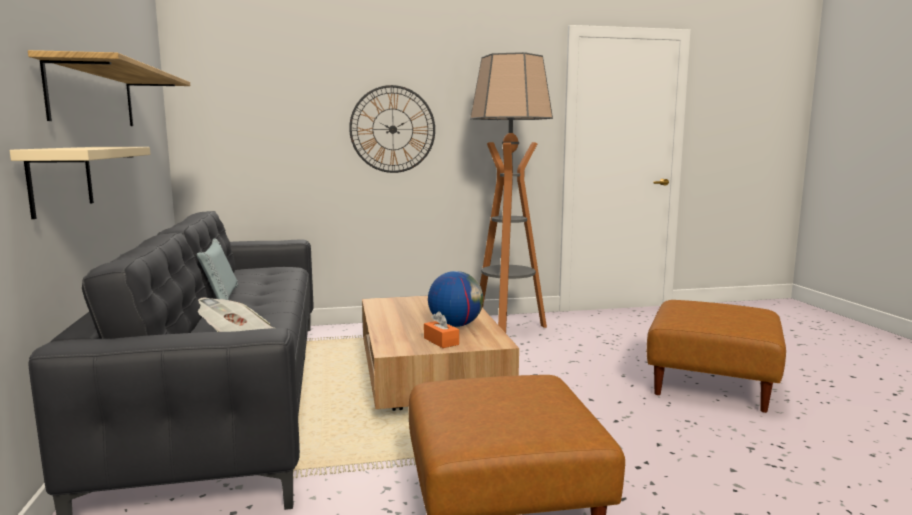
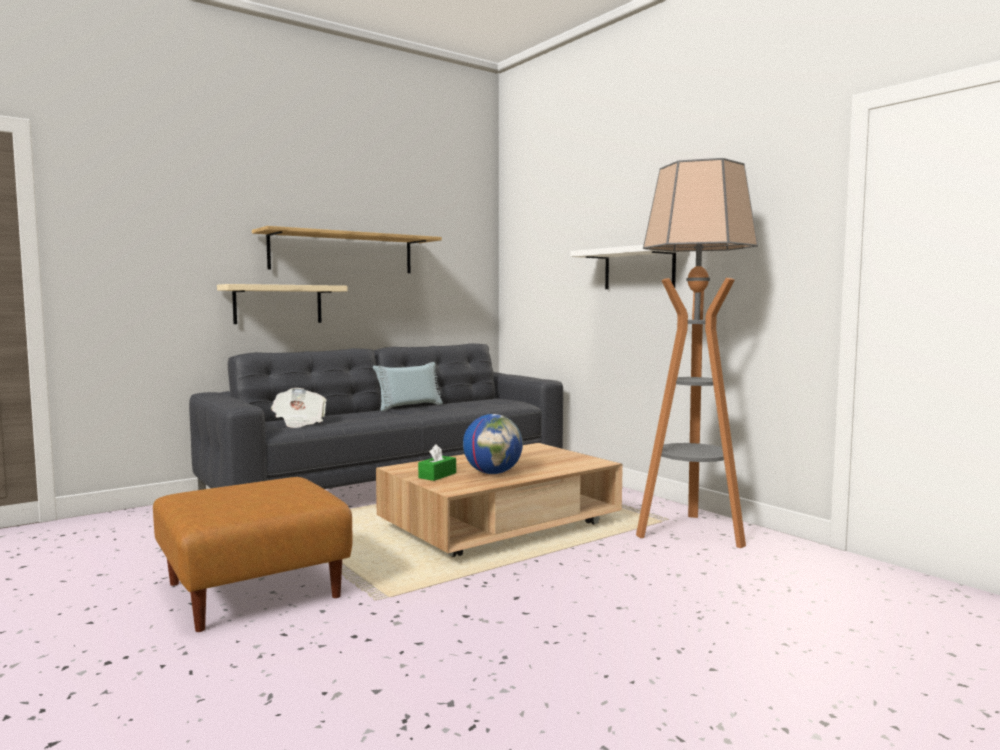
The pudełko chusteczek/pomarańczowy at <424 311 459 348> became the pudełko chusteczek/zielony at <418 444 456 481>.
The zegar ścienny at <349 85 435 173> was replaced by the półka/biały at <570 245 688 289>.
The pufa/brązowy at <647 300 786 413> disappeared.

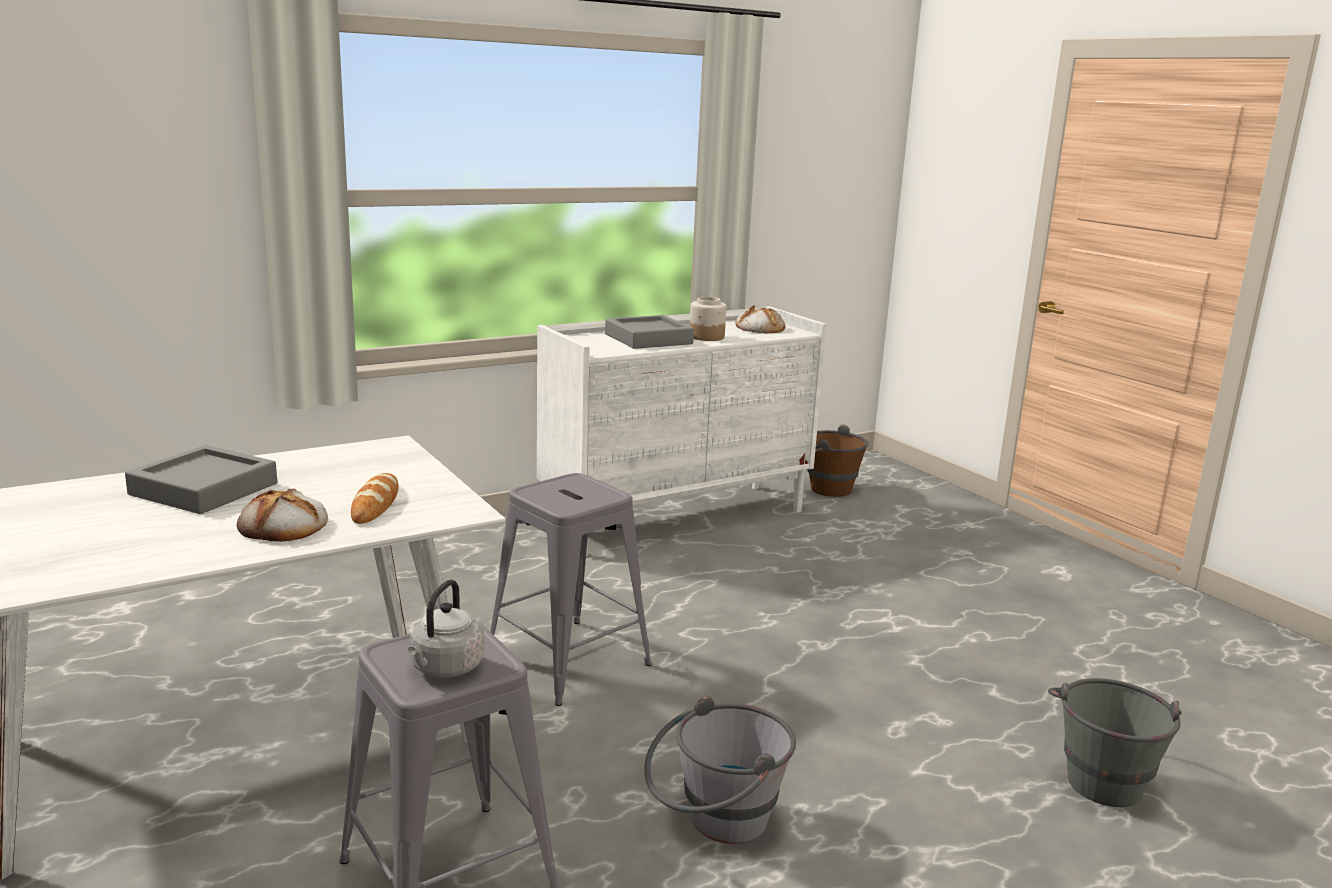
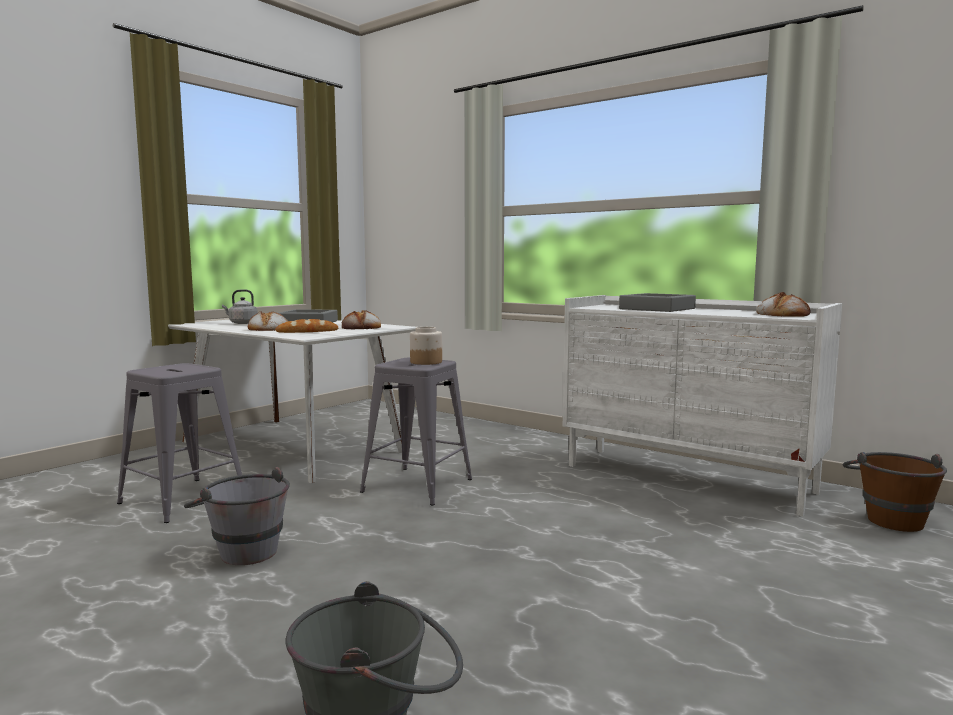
The czajnik/szary moved from <408 579 484 678> to <222 289 258 324>.
The chleb at <342 310 381 329> appeared.
The słoik moved from <690 297 726 341> to <410 327 442 365>.

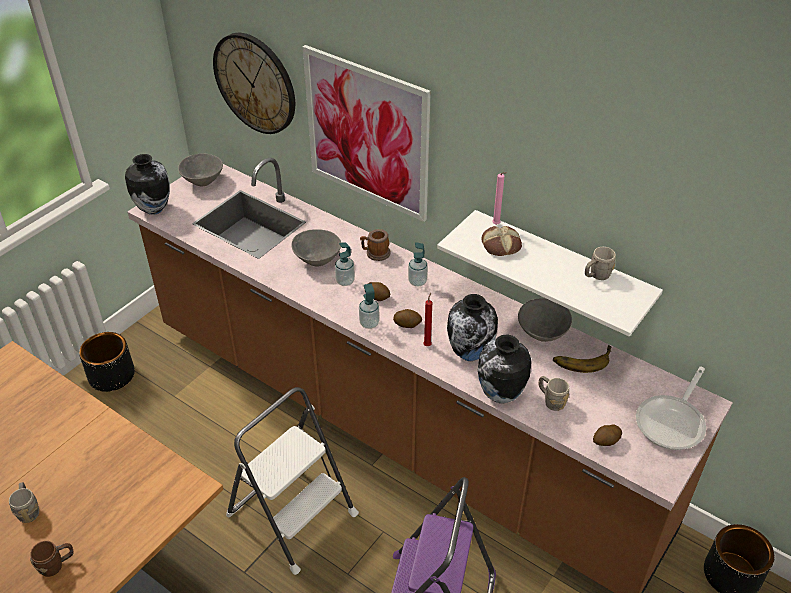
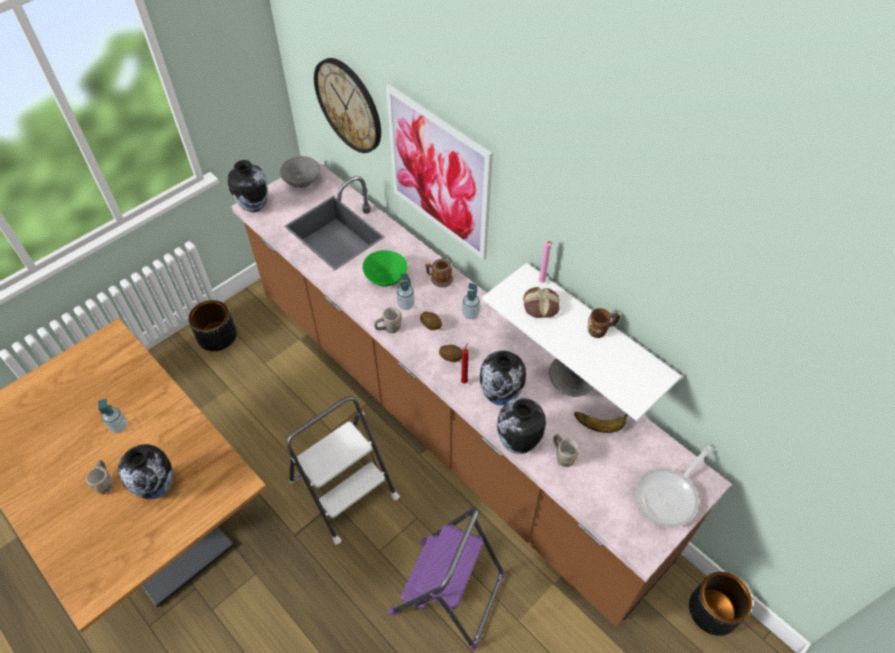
The dozownik mydła moved from <359 283 380 329> to <98 399 127 433>.
The wazon at <118 444 173 499> appeared.
The miska/szary at <291 229 341 266> became the miska/zielony at <363 250 408 287>.
The kubek/szary moved from <585 247 616 280> to <374 307 401 333>.
The kubek/brązowy moved from <30 541 74 577> to <587 308 620 338>.
The ziemniak at <593 424 622 446> disappeared.

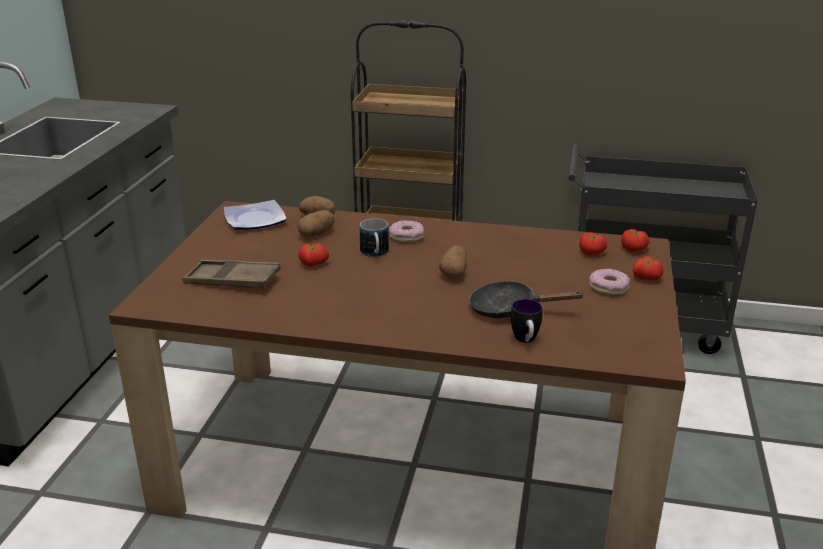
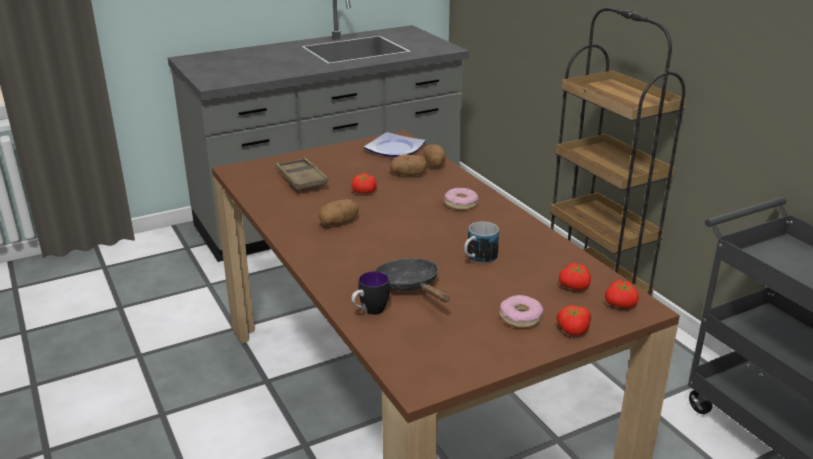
The ziemniak moved from <439 245 467 279> to <319 199 359 225>.
The kubek moved from <360 218 389 257> to <464 222 499 263>.

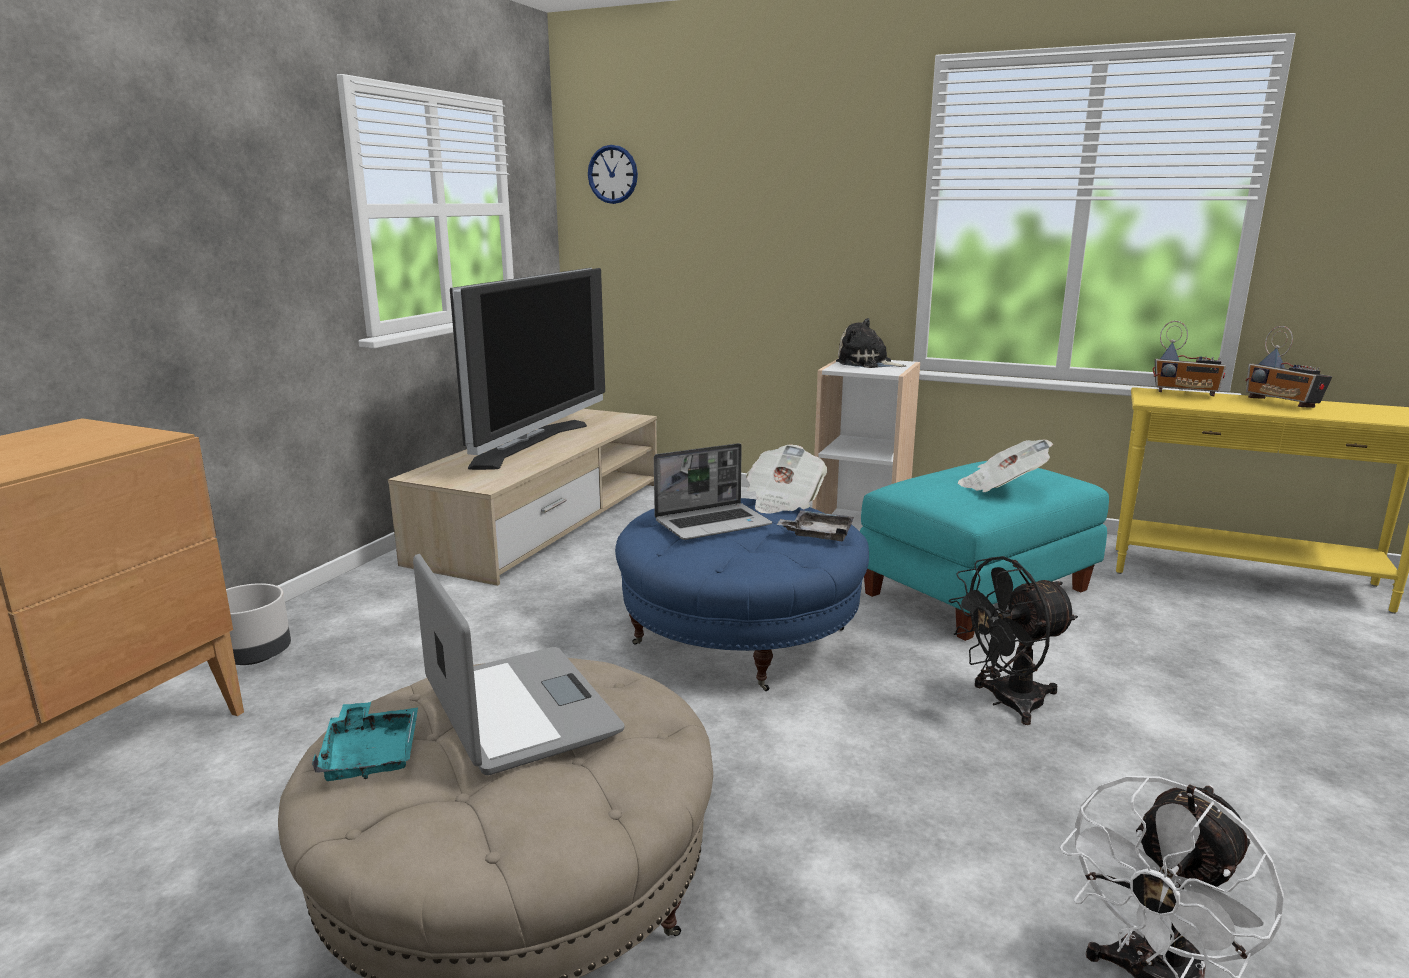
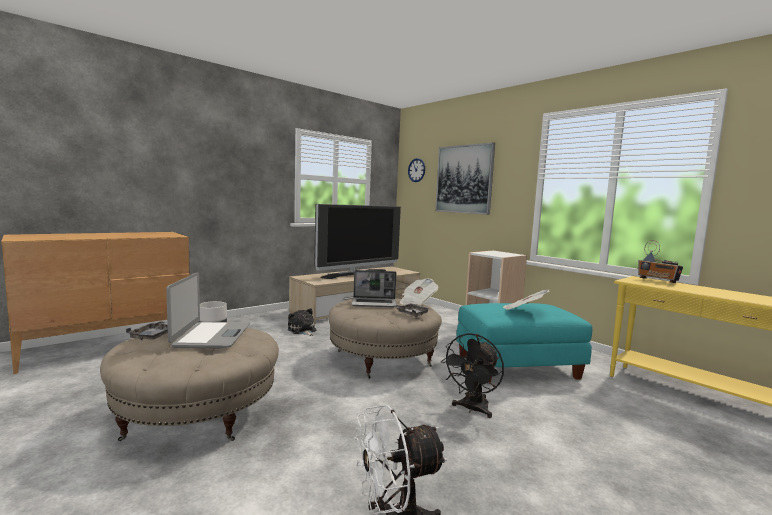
The taca/turkusowy at <312 702 418 781> became the taca/szary at <126 320 168 340>.
The pluszak moved from <836 318 906 368> to <288 308 316 336>.
The pufa/niebieski at <615 498 869 691> became the pufa/beżowy at <329 298 442 379>.
The obraz at <435 142 495 215> appeared.
The wentylator/czarny at <949 556 1078 725> turned 60 degrees counterclockwise.
The radio at <1246 326 1332 408> disappeared.

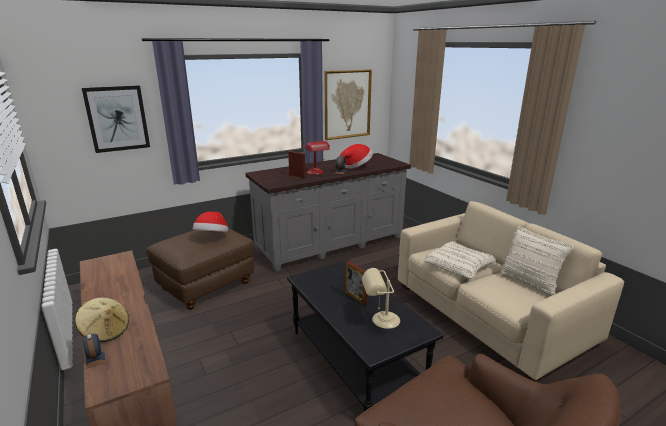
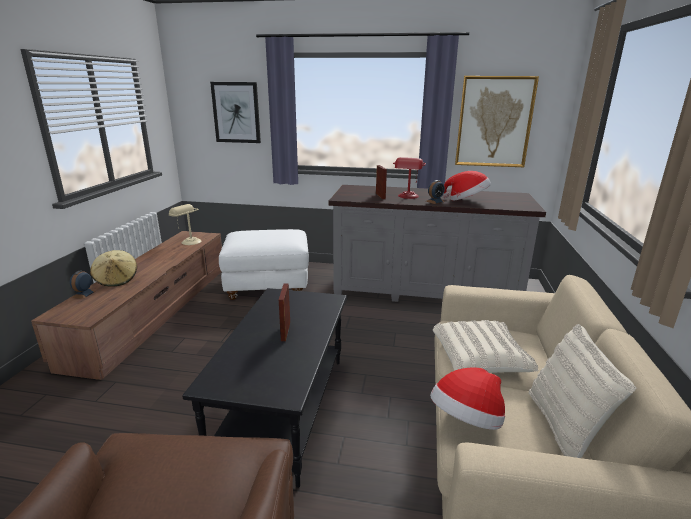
The lampa stołowa/beżowy moved from <362 268 400 329> to <169 204 201 245>.
The pufa/brązowy at <147 228 254 310> became the pufa/biały at <219 229 309 300>.
The kapelusz moved from <193 212 228 232> to <430 368 505 430>.

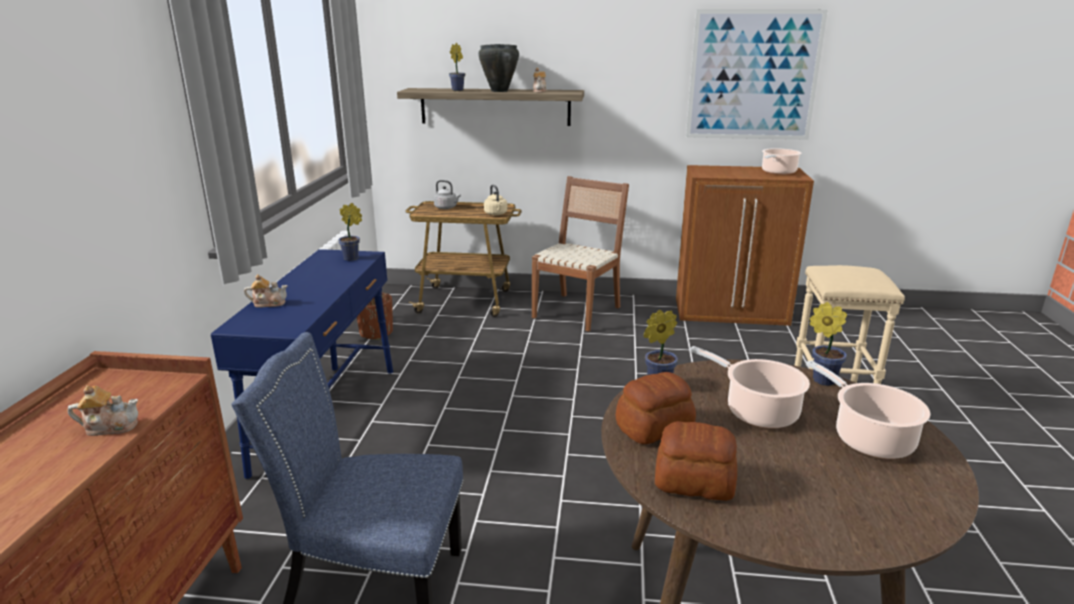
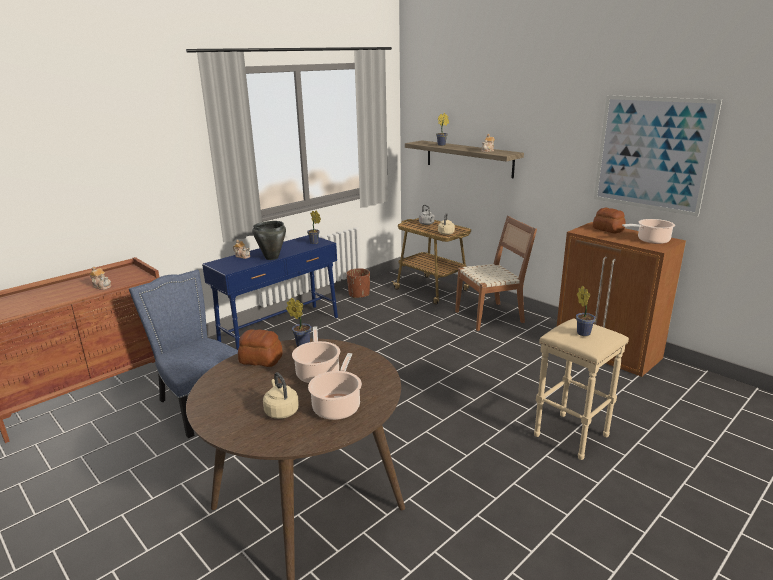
The garnek/czarny moved from <478 44 519 92> to <252 221 286 260>.
The czajnik/beżowy at <263 372 299 419> appeared.
The roślina doniczkowa moved from <810 302 847 386> to <576 286 596 336>.
The chleb moved from <655 421 737 501> to <593 208 626 233>.

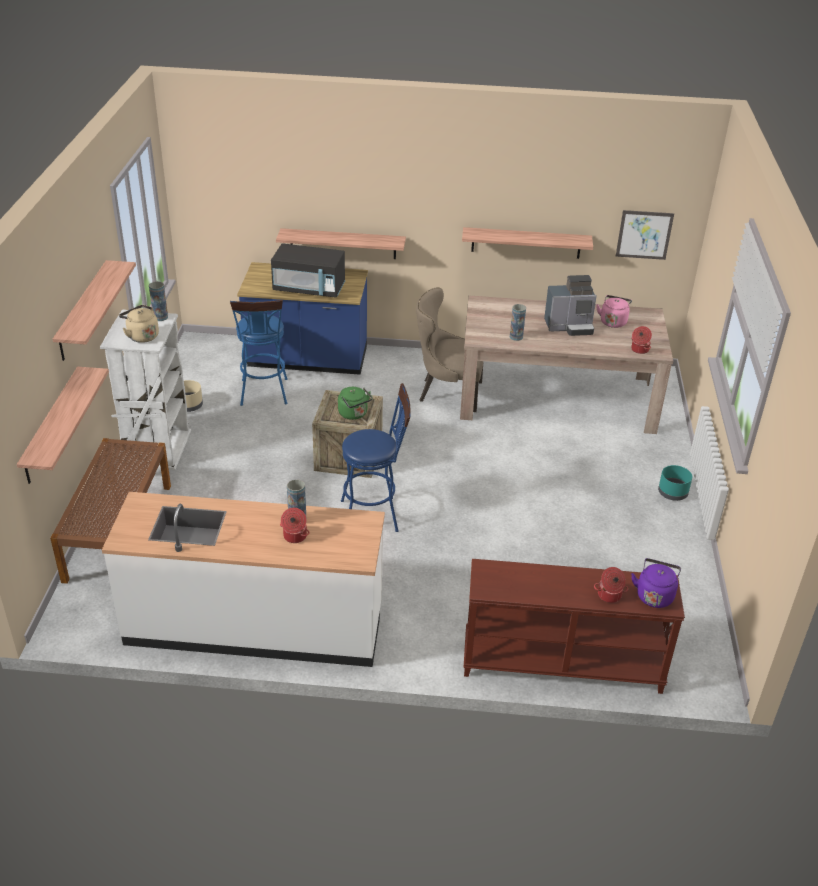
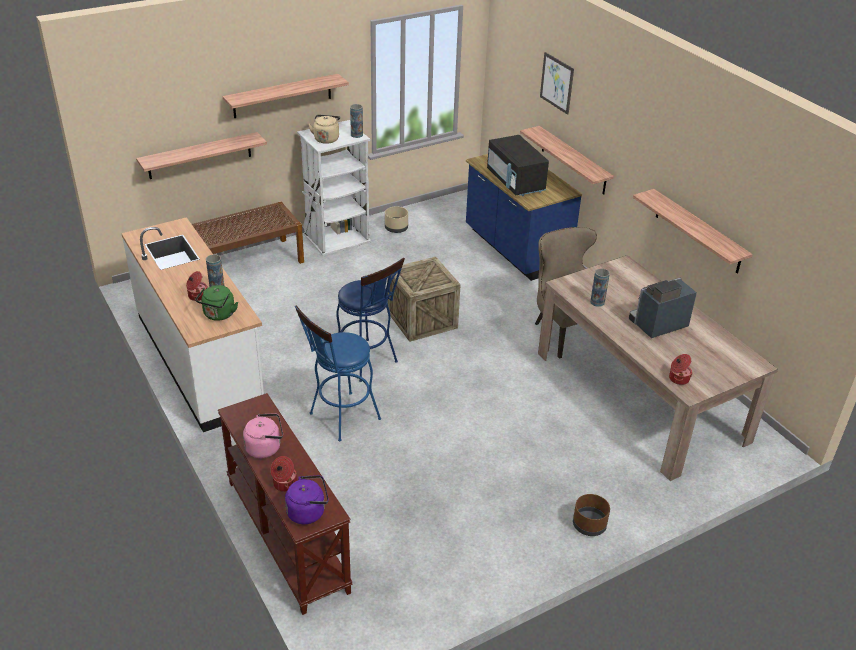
The czajnik/zielony moved from <338 387 373 420> to <195 285 238 321>.
The czajnik/różowy moved from <596 295 632 328> to <243 414 283 458>.
The stołek/niebieski moved from <230 300 288 406> to <295 306 381 441>.
The obraz moved from <616 210 674 260> to <540 52 574 115>.
The donica/turkusowy at <658 465 692 501> became the donica/brązowy at <573 494 610 536>.
The ekspres do kawy at <544 275 597 336> turned 105 degrees clockwise.

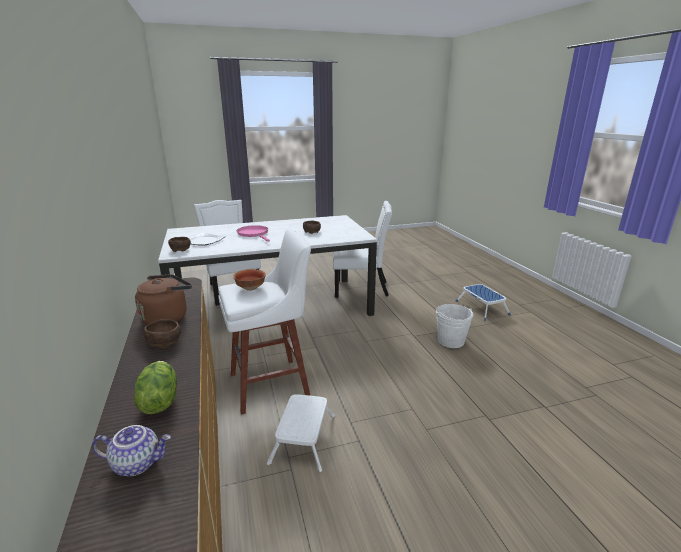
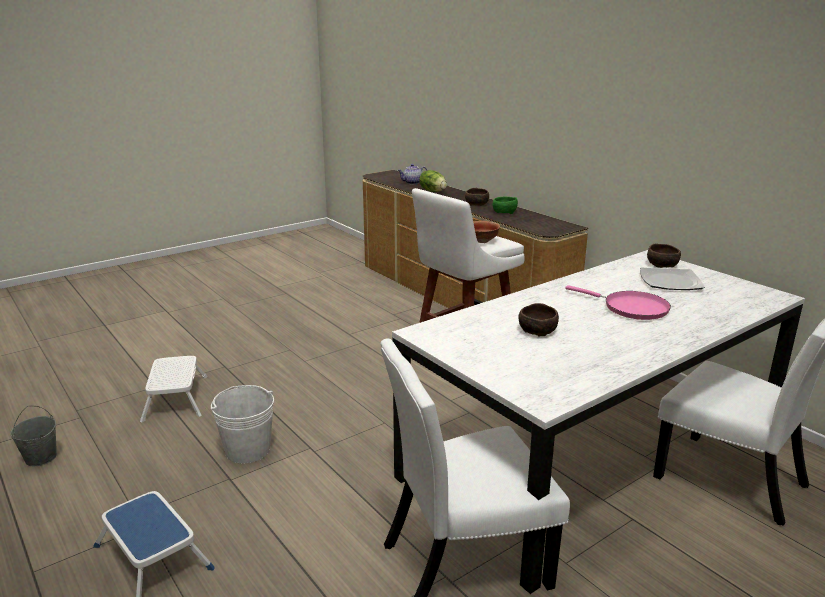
The wiadro/szary at <10 406 57 466> appeared.
The drabinka/biały moved from <267 394 335 472> to <140 356 208 423>.
The czajnik/brązowy at <135 274 192 325> was replaced by the miska/zielony at <492 196 518 214>.

